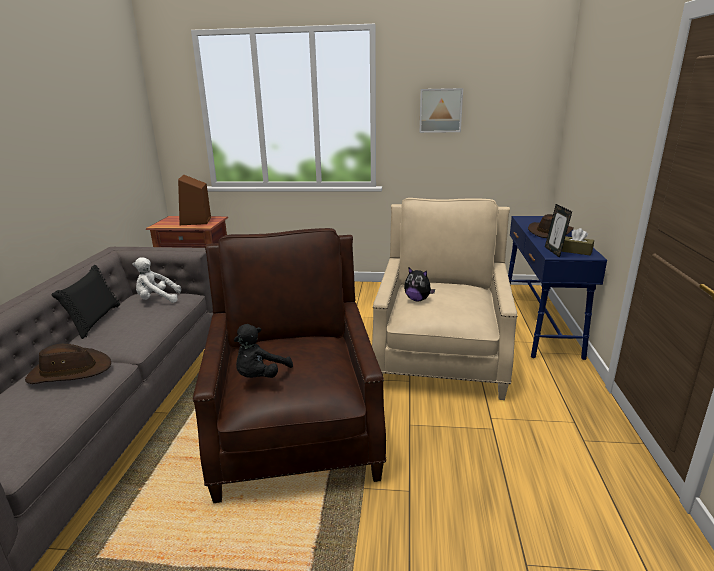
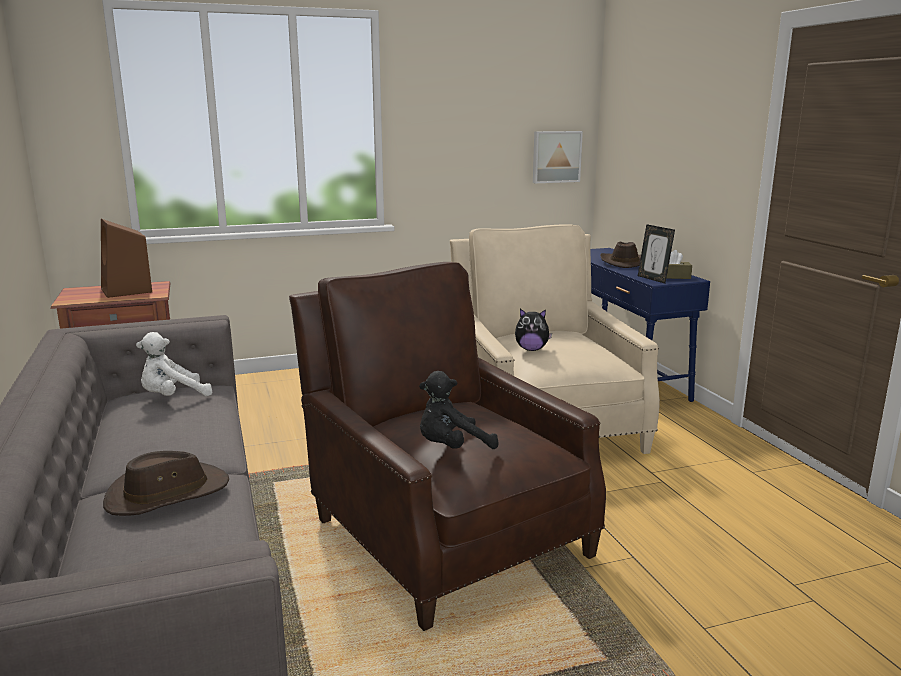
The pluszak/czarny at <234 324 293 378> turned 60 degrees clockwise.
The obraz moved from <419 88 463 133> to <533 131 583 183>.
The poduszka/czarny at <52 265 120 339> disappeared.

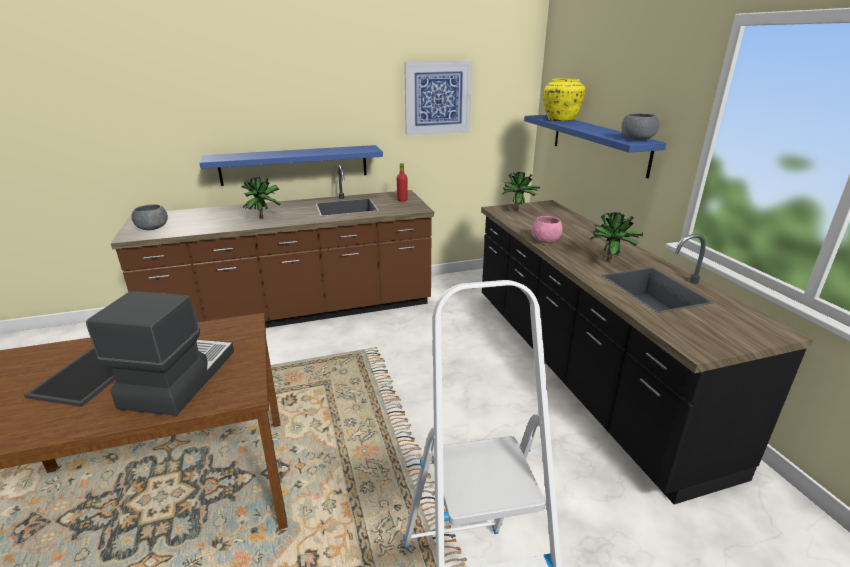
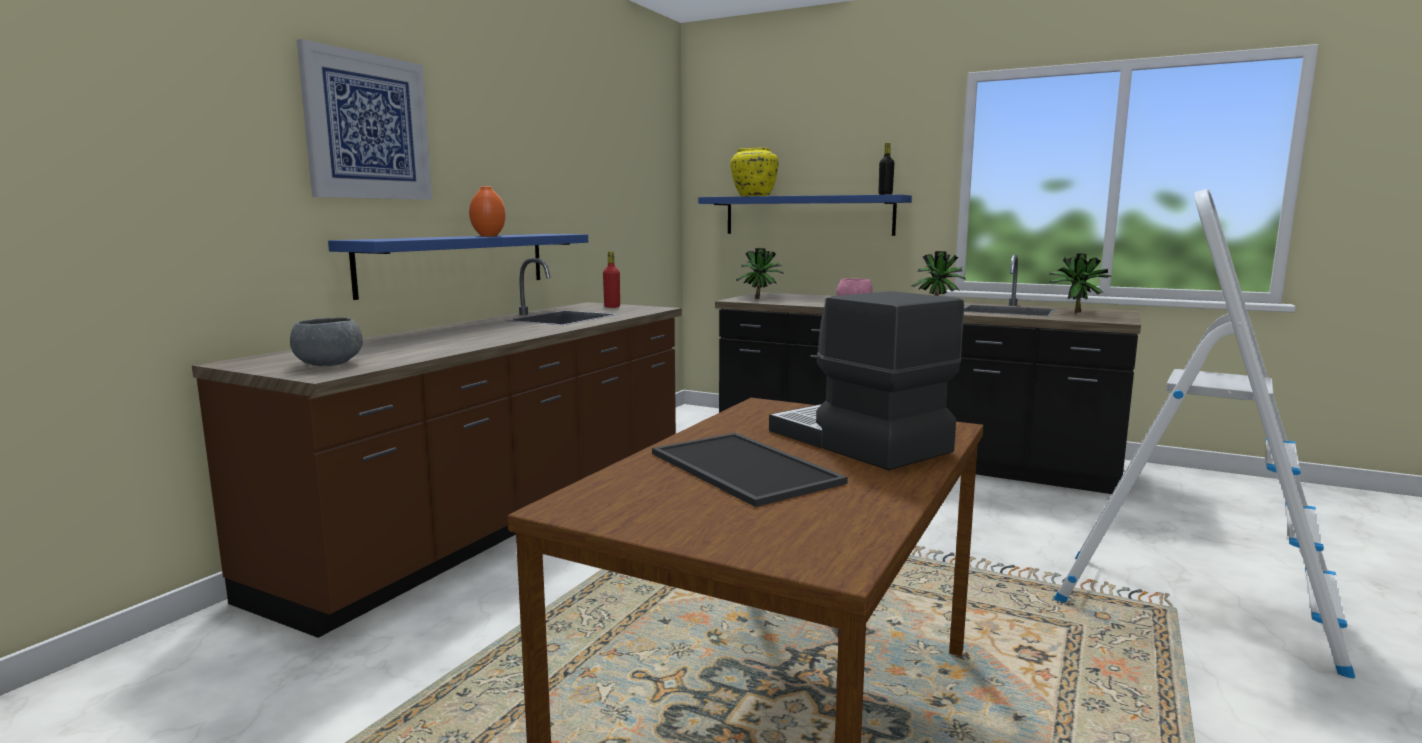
The obraz moved from <404 61 472 136> to <297 39 432 200>.
The wazon/pomarańczowy at <469 186 506 236> appeared.
The miska/szary at <621 113 660 140> was replaced by the butelka/czarny at <878 143 894 195>.
The roślina doniczkowa moved from <241 177 281 219> to <1049 254 1111 313>.

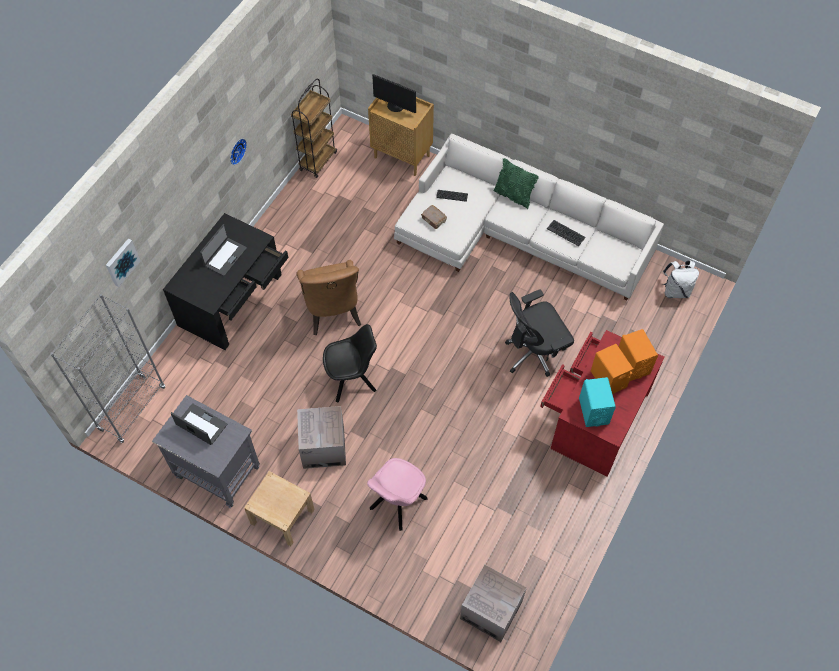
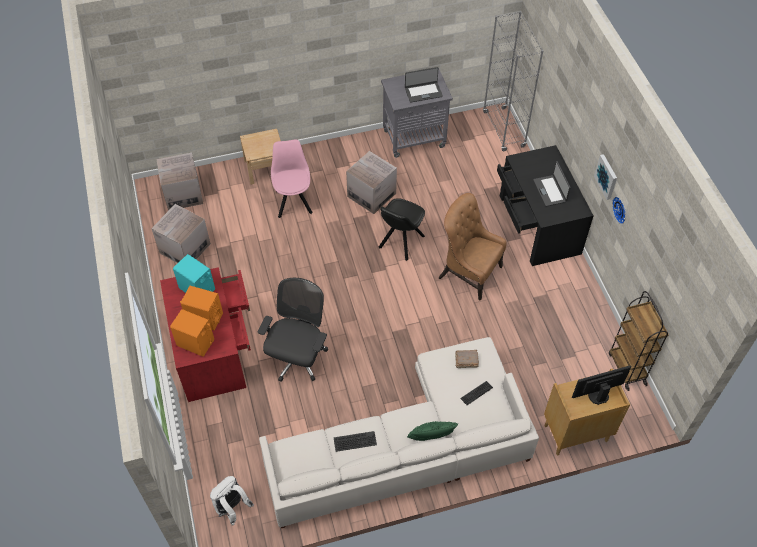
The karton at <151 204 211 263> appeared.
The szafka nocna/beżowy moved from <244 471 315 546> to <240 129 281 184>.
The obraz moved from <106 238 140 287> to <594 154 617 200>.

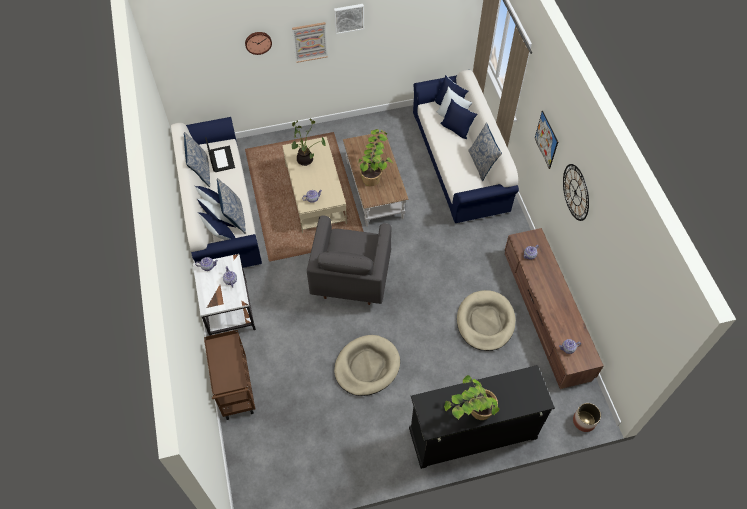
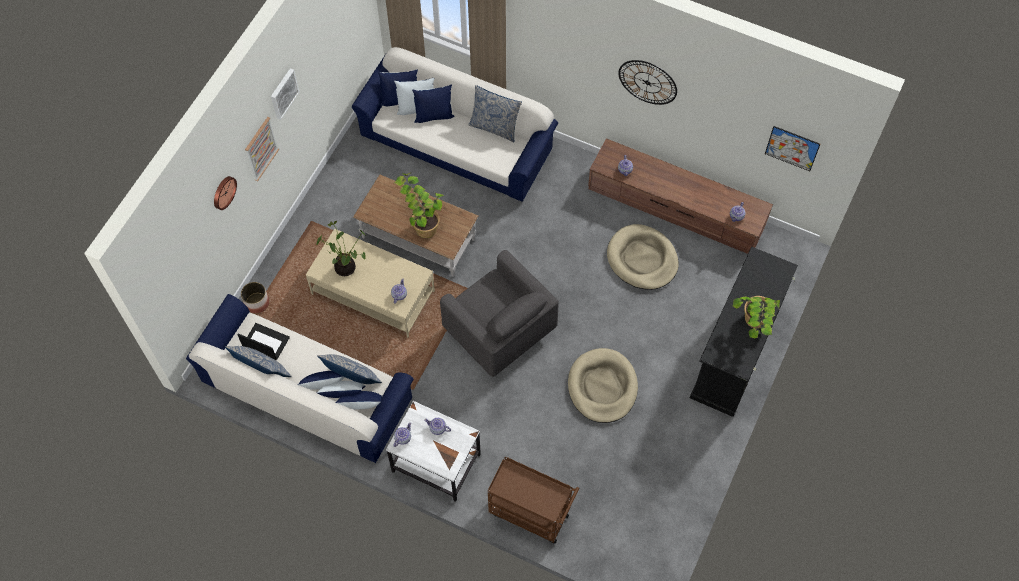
The donica moved from <573 403 601 432> to <241 282 269 314>.
The obraz moved from <535 111 558 169> to <765 126 820 171>.

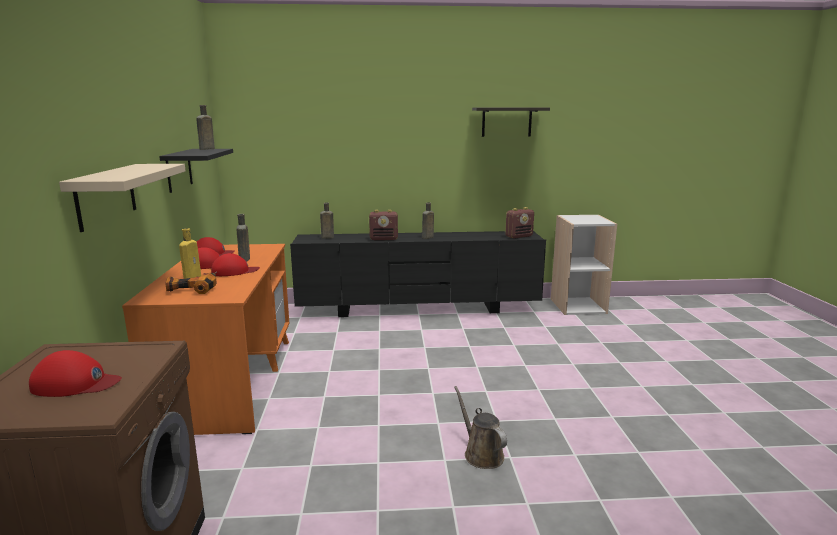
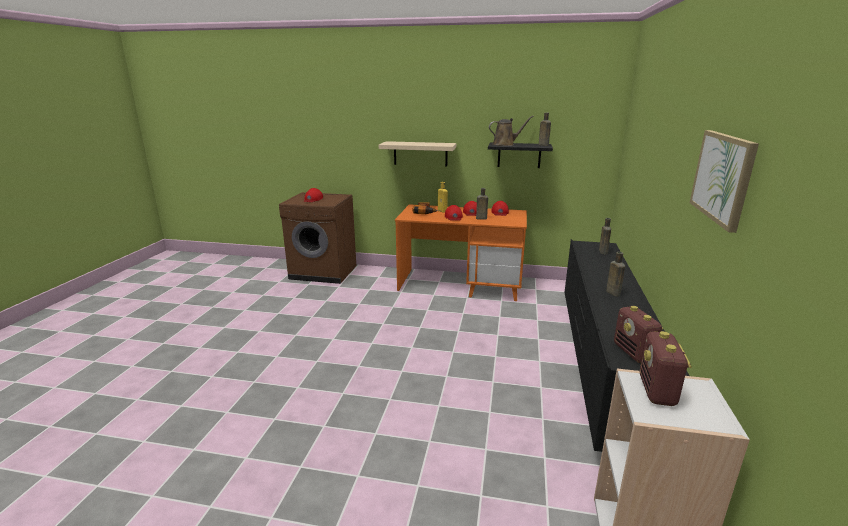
The konewka/brązowy moved from <454 386 507 469> to <489 116 534 146>.
The radio moved from <369 210 398 240> to <639 331 692 406>.
The półka at <472 107 550 137> was replaced by the obraz at <690 130 759 233>.

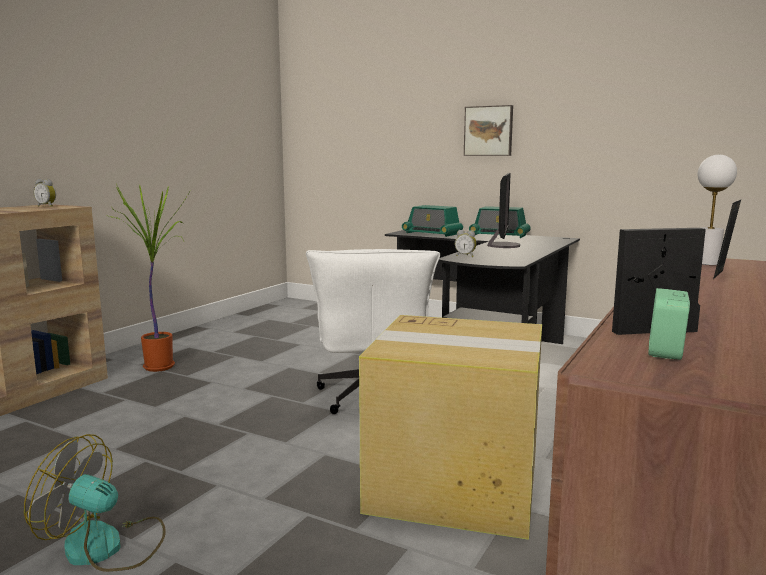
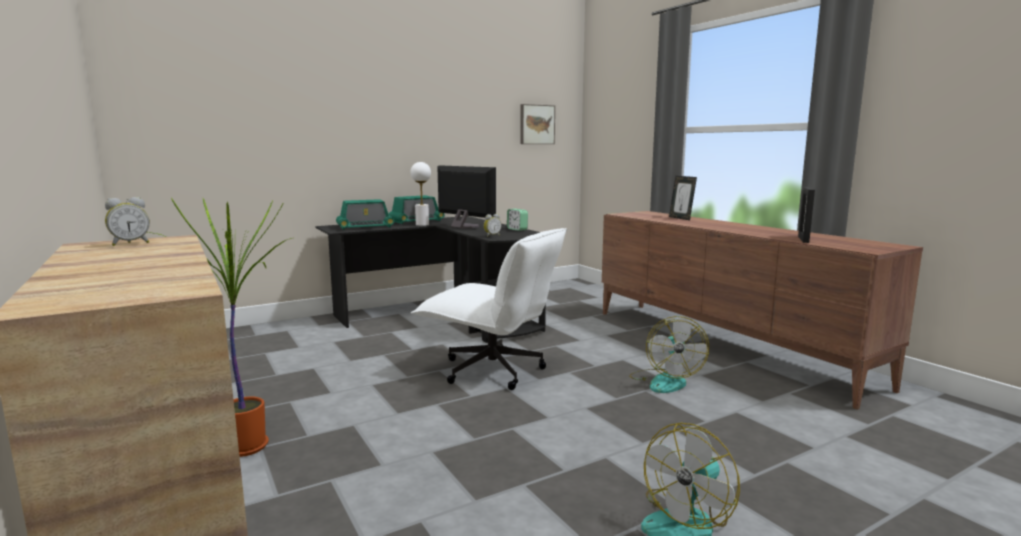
The lampa stołowa/biały moved from <697 155 737 265> to <411 162 431 226>.
The budzik moved from <648 288 690 360> to <507 209 528 231>.
The obraz moved from <464 105 513 156> to <520 104 555 144>.
The karton at <359 315 542 540> was replaced by the wentylator at <629 316 709 393>.

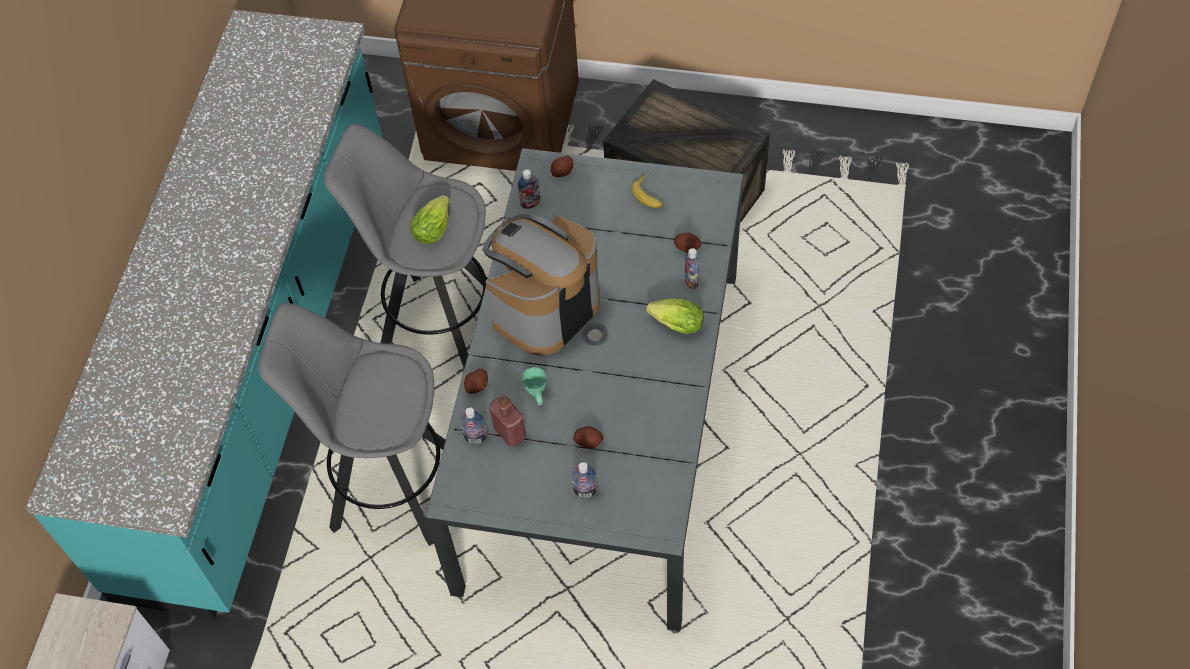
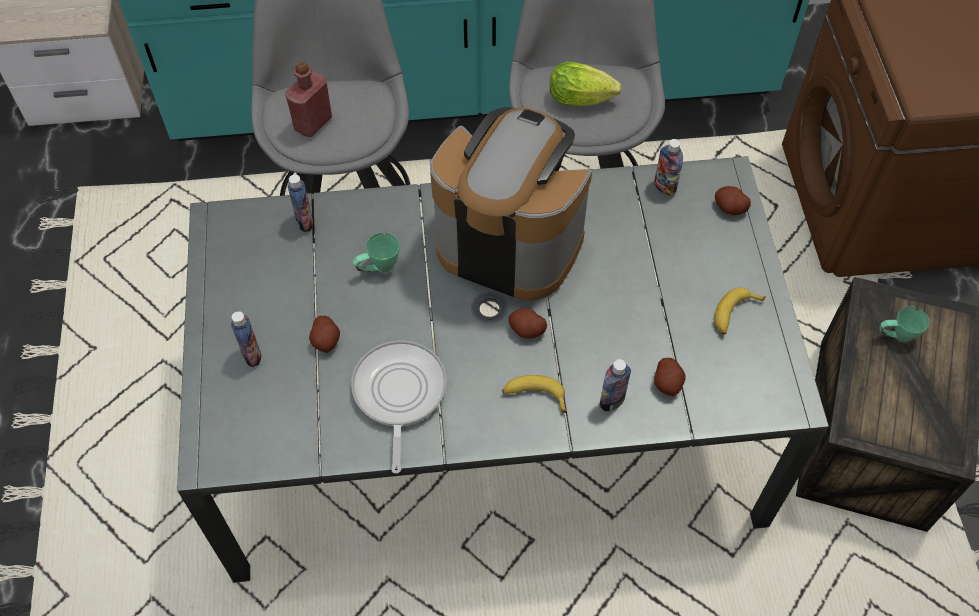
The butelka/czerwony moved from <489 396 526 447> to <285 61 332 137>.
The patelnia at <351 340 447 474> appeared.
The sałata at <646 299 704 334> was replaced by the banan at <502 375 567 413>.
The ziemniak moved from <464 368 488 394> to <508 308 547 338>.
The kubek/zielony at <879 306 929 342> appeared.

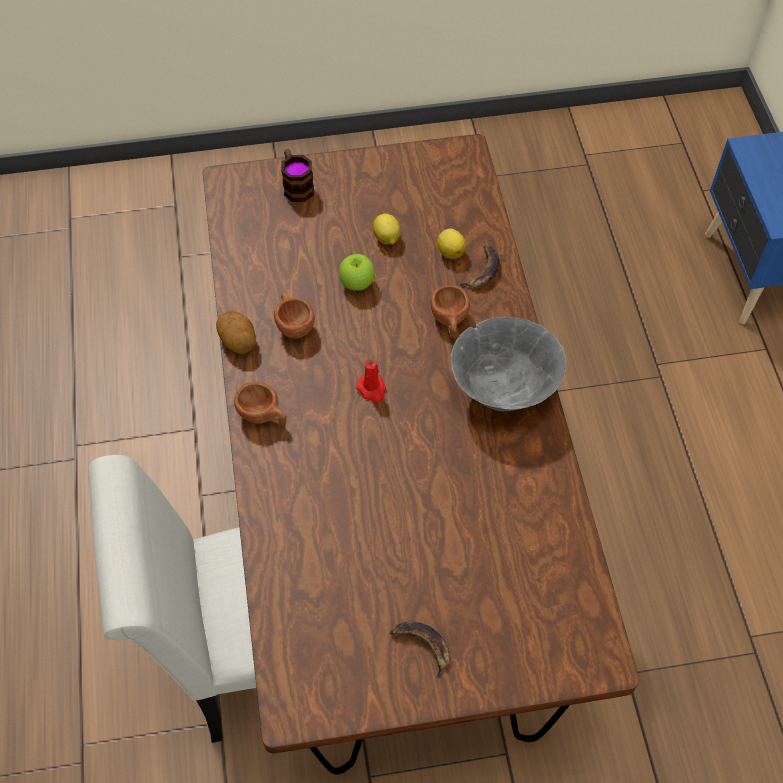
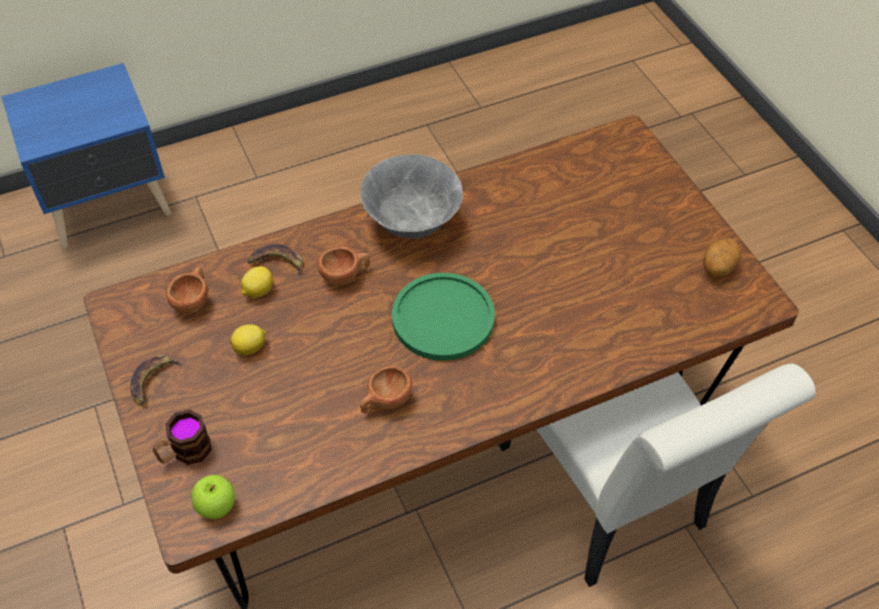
The banan moved from <390 622 450 681> to <130 355 183 405>.
The filiżanka/brązowy moved from <234 381 287 425> to <166 267 208 314>.
The jabłko moved from <339 254 375 291> to <191 475 235 519>.
The świeca/czerwony at <356 358 386 403> was replaced by the talerz/zielony at <392 273 495 361>.
The ziemniak moved from <216 311 256 354> to <703 238 741 277>.

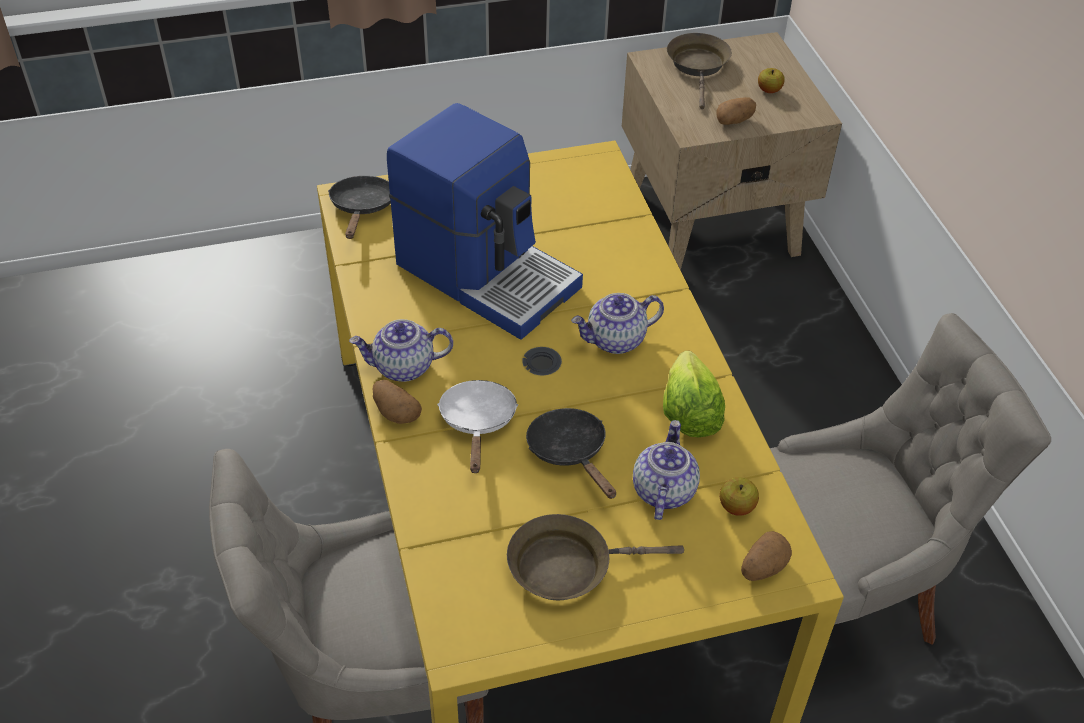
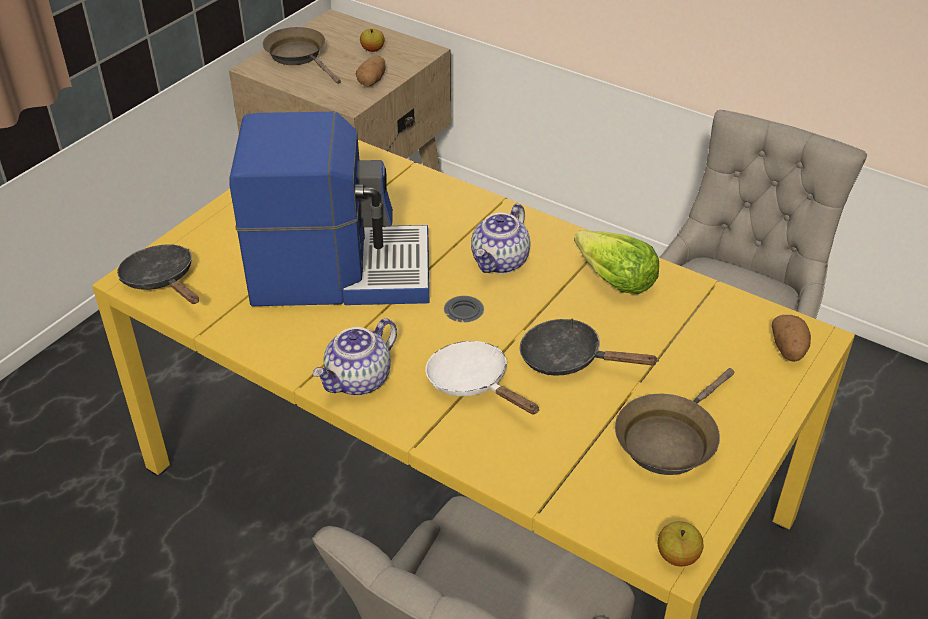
The jabłko moved from <720 477 759 516> to <658 521 703 566>.
The ziemniak at <372 380 422 424> disappeared.
The imbryk at <633 420 700 520> disappeared.

